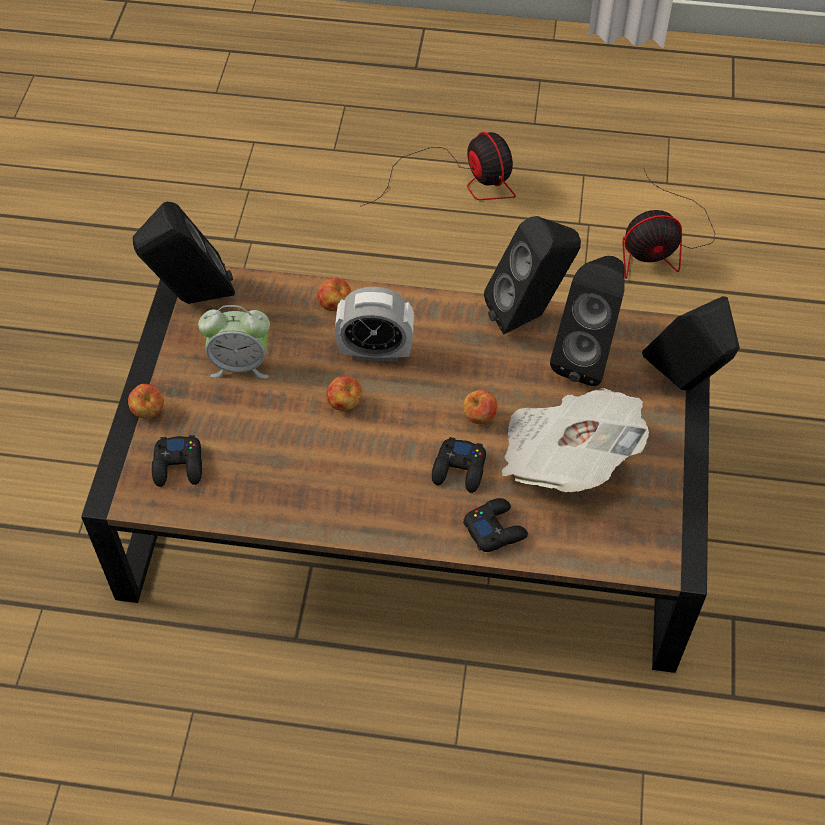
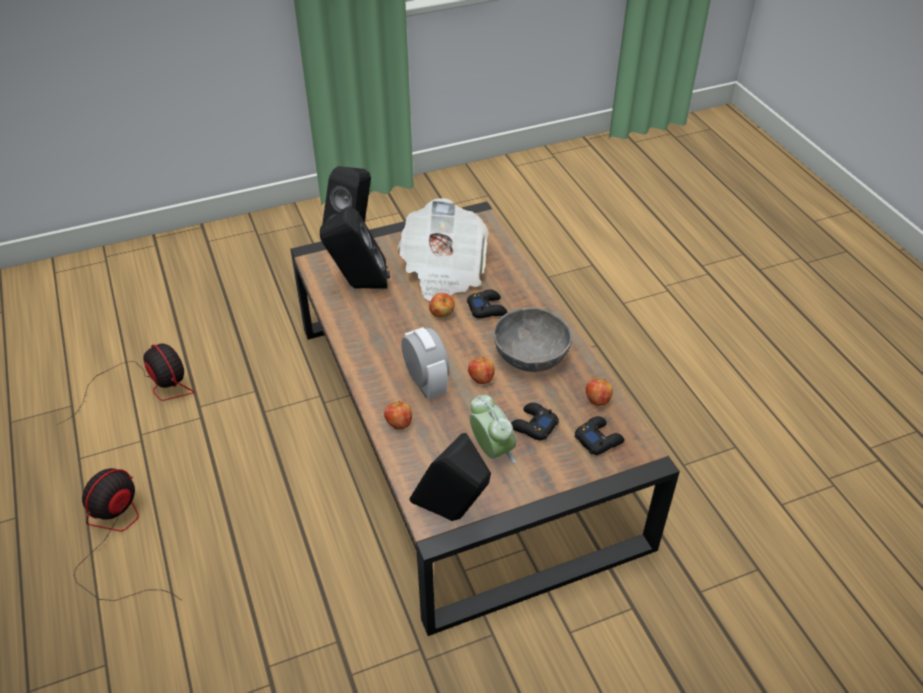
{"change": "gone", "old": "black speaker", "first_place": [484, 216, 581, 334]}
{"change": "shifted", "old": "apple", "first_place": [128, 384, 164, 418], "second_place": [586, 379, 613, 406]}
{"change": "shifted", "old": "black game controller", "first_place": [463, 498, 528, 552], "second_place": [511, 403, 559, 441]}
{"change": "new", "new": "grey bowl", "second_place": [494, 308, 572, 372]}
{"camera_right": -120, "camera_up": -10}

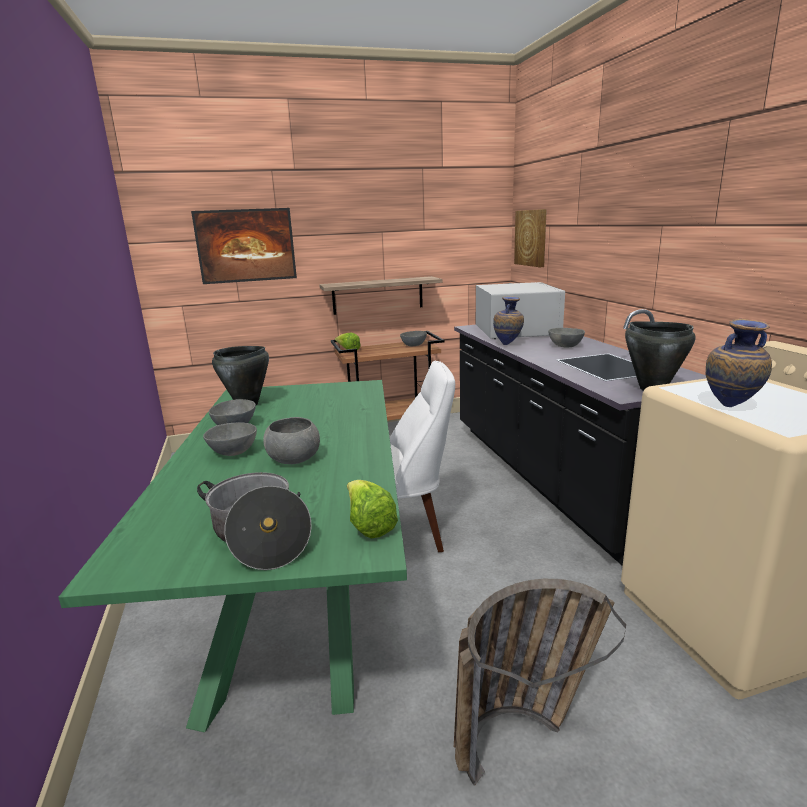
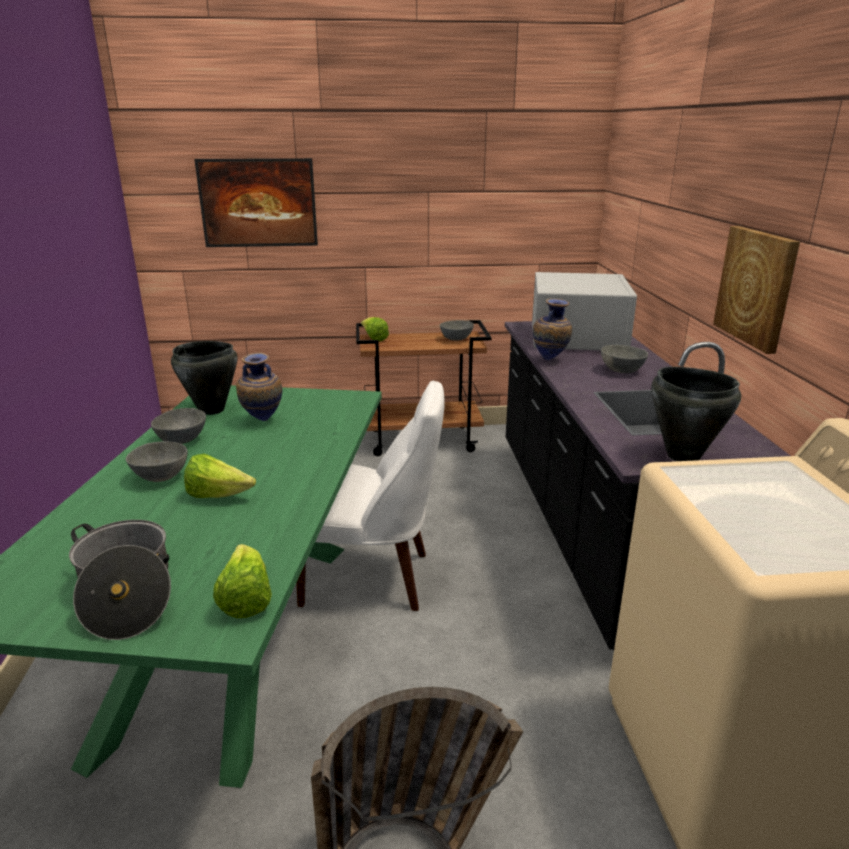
{"change": "shifted", "old": "picture", "first_place": [514, 209, 547, 267], "second_place": [713, 226, 800, 354]}
{"change": "gone", "old": "shelf", "first_place": [319, 276, 442, 315]}
{"change": "shifted", "old": "vase", "first_place": [706, 319, 772, 407], "second_place": [236, 352, 282, 421]}
{"change": "swapped", "old": "grey bowl", "new": "lettuce", "first_place": [263, 417, 320, 464], "second_place": [184, 454, 256, 498]}
{"camera_right": 10, "camera_up": 5}

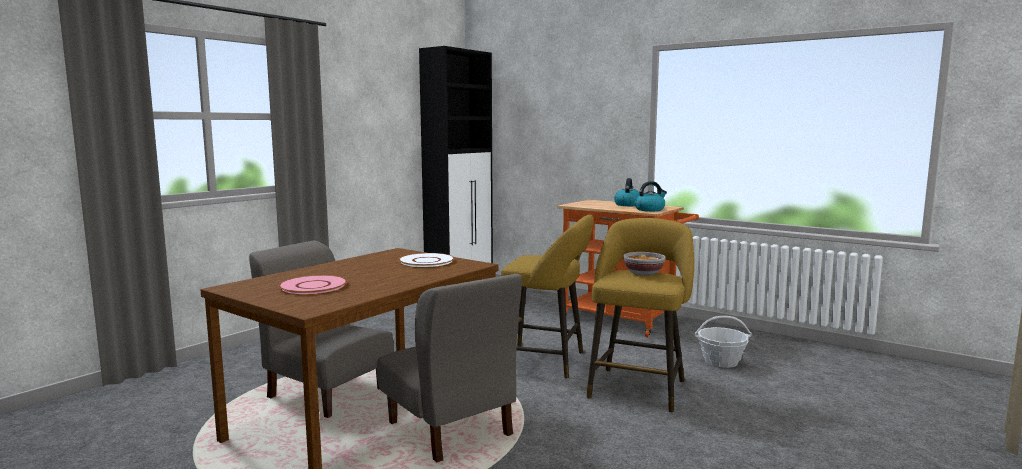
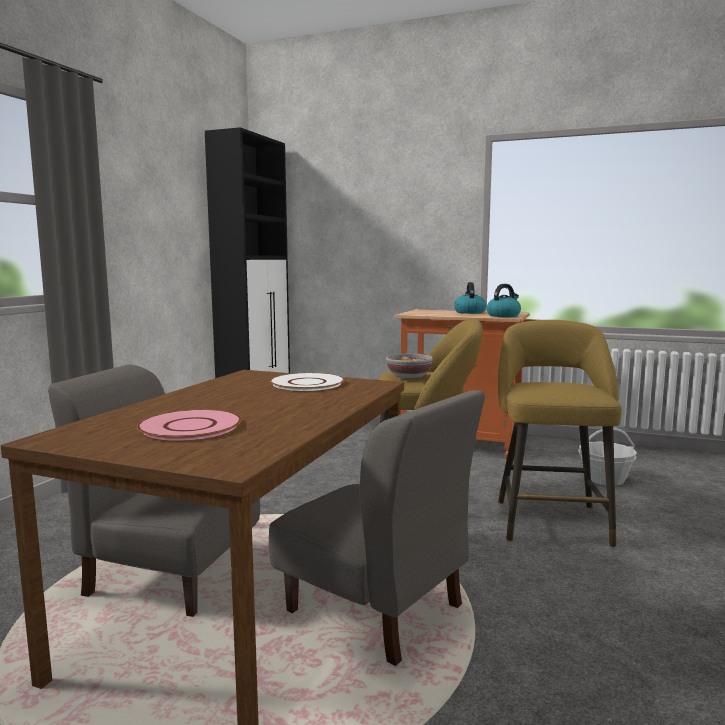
{"change": "shifted", "old": "bowl", "first_place": [623, 252, 666, 275], "second_place": [386, 354, 433, 379]}
{"camera_right": -15, "camera_up": 0}

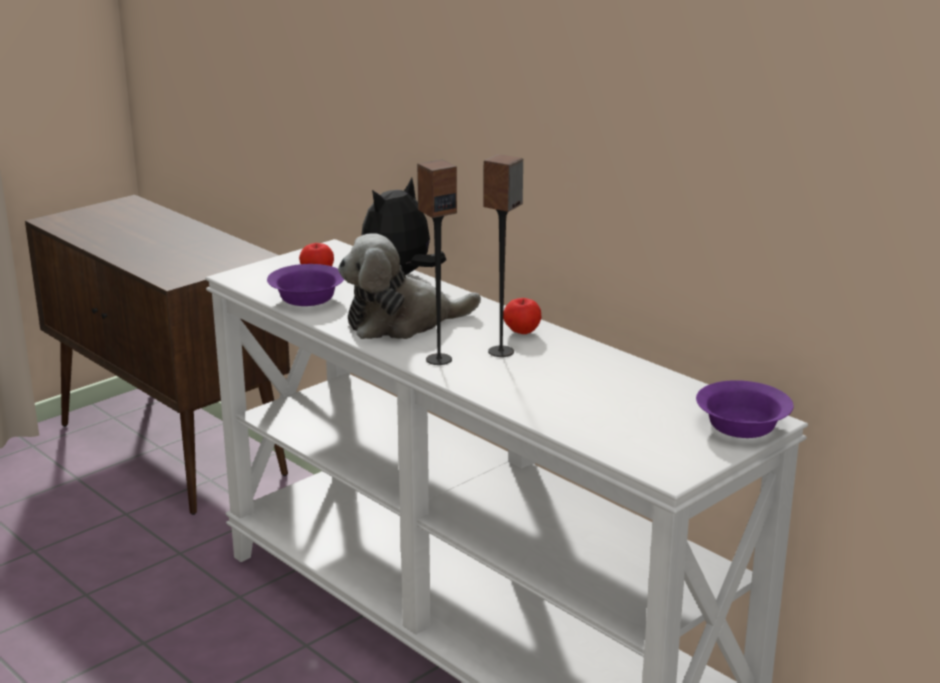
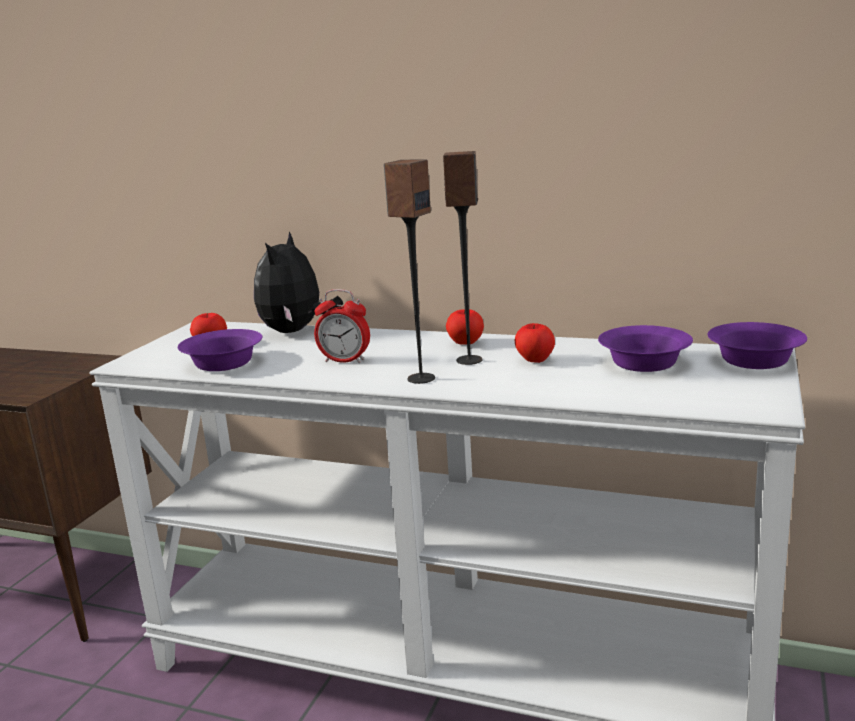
{"change": "swapped", "old": "plush toy", "new": "alarm clock", "first_place": [338, 233, 481, 339], "second_place": [314, 289, 370, 363]}
{"change": "new", "new": "apple", "second_place": [515, 323, 555, 363]}
{"change": "new", "new": "purple bowl", "second_place": [598, 325, 693, 372]}
{"camera_right": -25, "camera_up": -5}

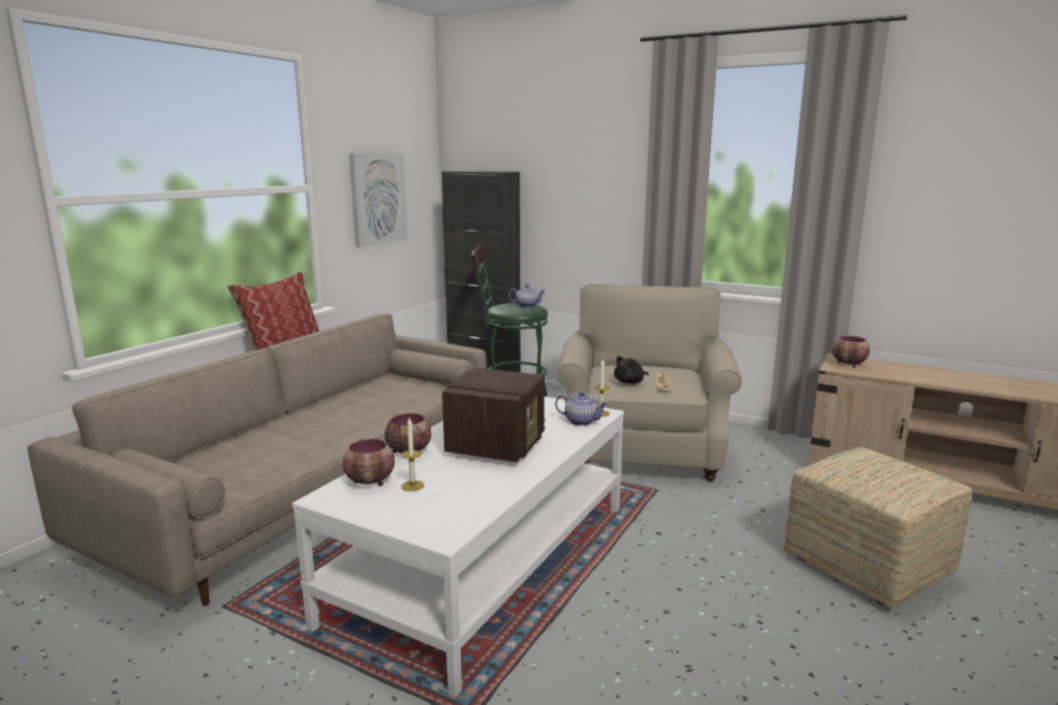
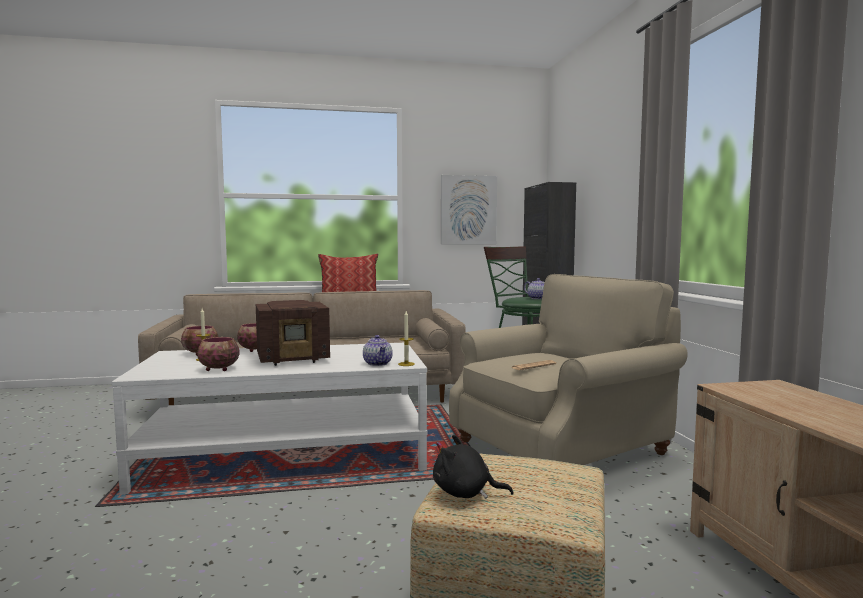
{"change": "shifted", "old": "bowl", "first_place": [832, 336, 870, 367], "second_place": [197, 337, 239, 371]}
{"change": "shifted", "old": "black plush toy", "first_place": [614, 356, 649, 383], "second_place": [433, 435, 514, 499]}
{"camera_right": 50, "camera_up": -10}

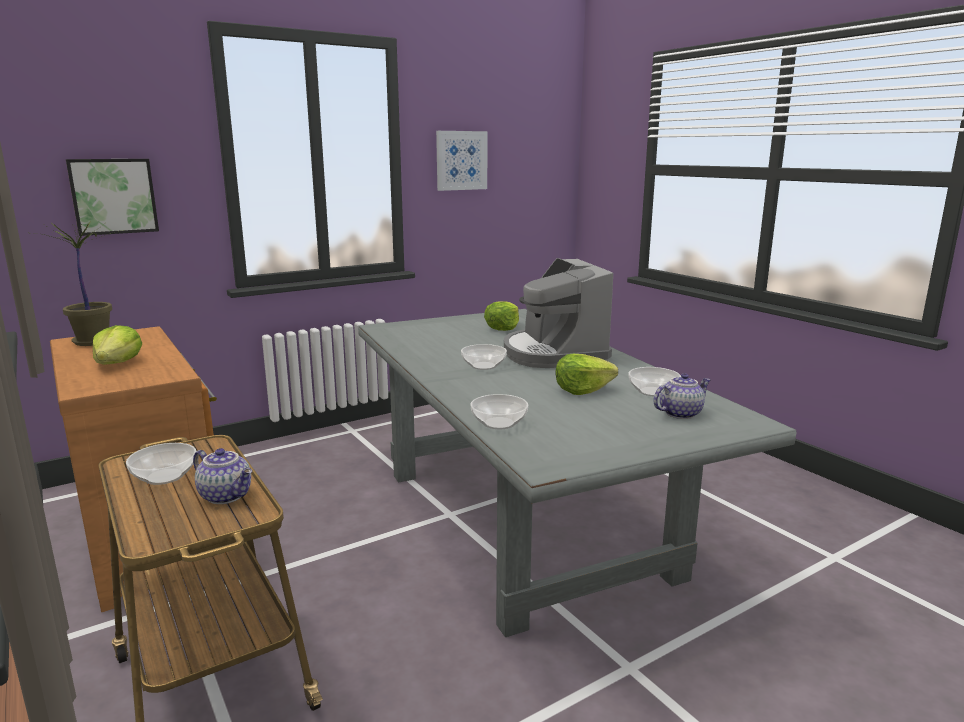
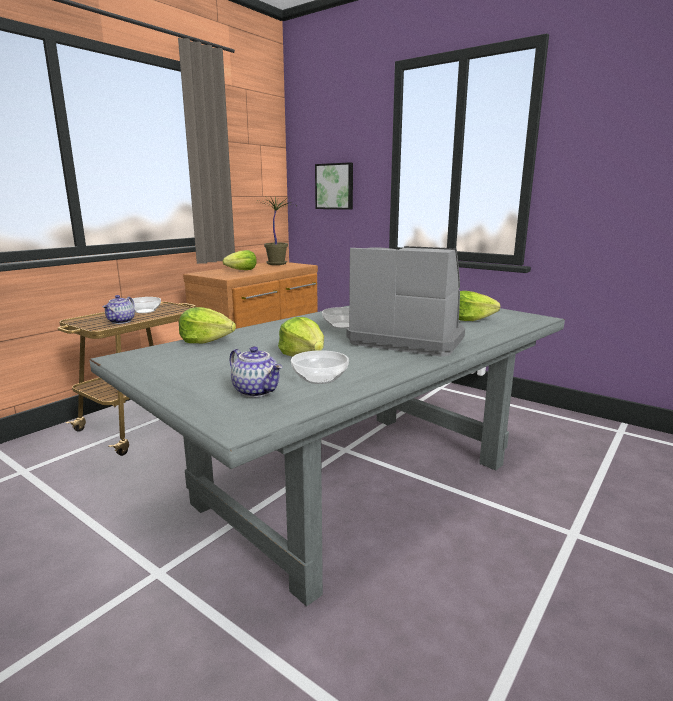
{"change": "gone", "old": "picture", "first_place": [436, 131, 487, 191]}
{"change": "rotated", "old": "coffee machine", "first_place": [504, 258, 613, 368], "second_place": [346, 246, 465, 357], "degrees": 60}
{"change": "swapped", "old": "bowl", "new": "lettuce", "first_place": [471, 394, 528, 429], "second_place": [179, 307, 236, 344]}
{"camera_right": 70, "camera_up": 0}

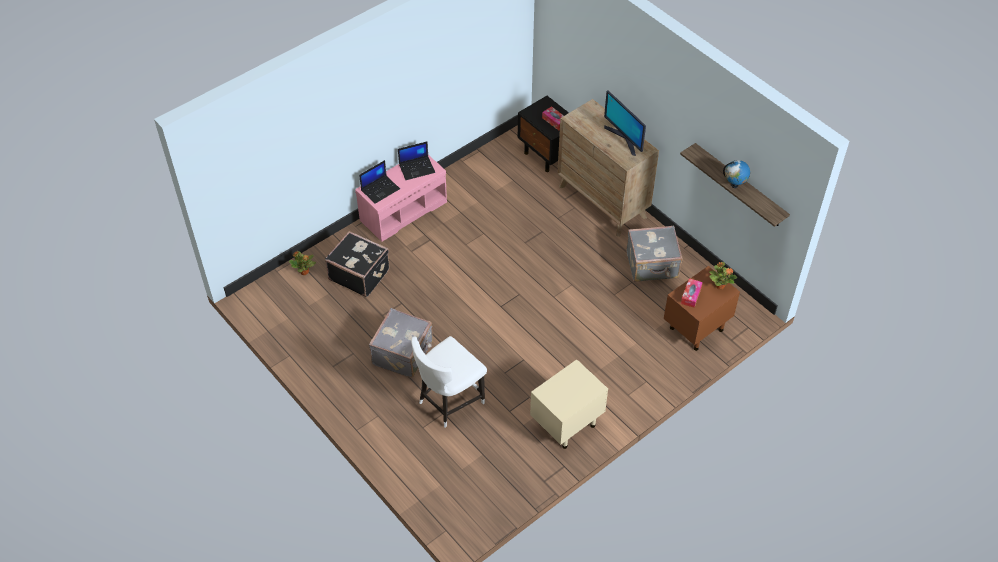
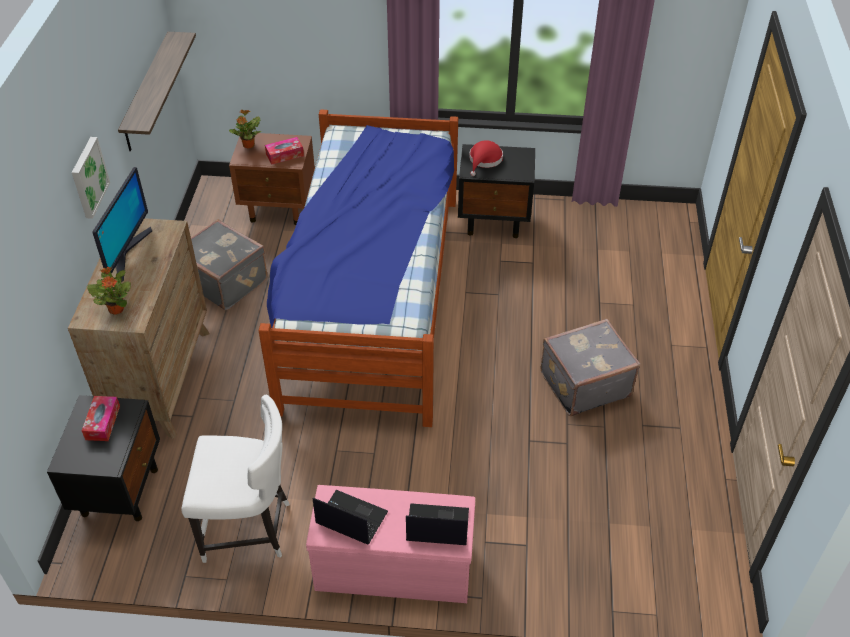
{"change": "gone", "old": "globe", "first_place": [723, 160, 750, 188]}
{"change": "gone", "old": "black suitcase", "first_place": [325, 231, 390, 297]}
{"change": "shifted", "old": "potted plant", "first_place": [289, 251, 316, 275], "second_place": [87, 267, 131, 314]}
{"change": "shifted", "old": "white chair", "first_place": [411, 336, 487, 428], "second_place": [181, 395, 290, 563]}
{"change": "repainted", "old": "beige nightstand", "new": "black nightstand", "first_place": [530, 359, 608, 449], "second_place": [458, 144, 535, 238]}
{"change": "new", "new": "bed", "second_place": [259, 109, 458, 427]}
{"change": "new", "new": "picture", "second_place": [72, 137, 110, 219]}
{"change": "new", "new": "red hat", "second_place": [469, 140, 503, 176]}
{"camera_right": -135, "camera_up": -5}

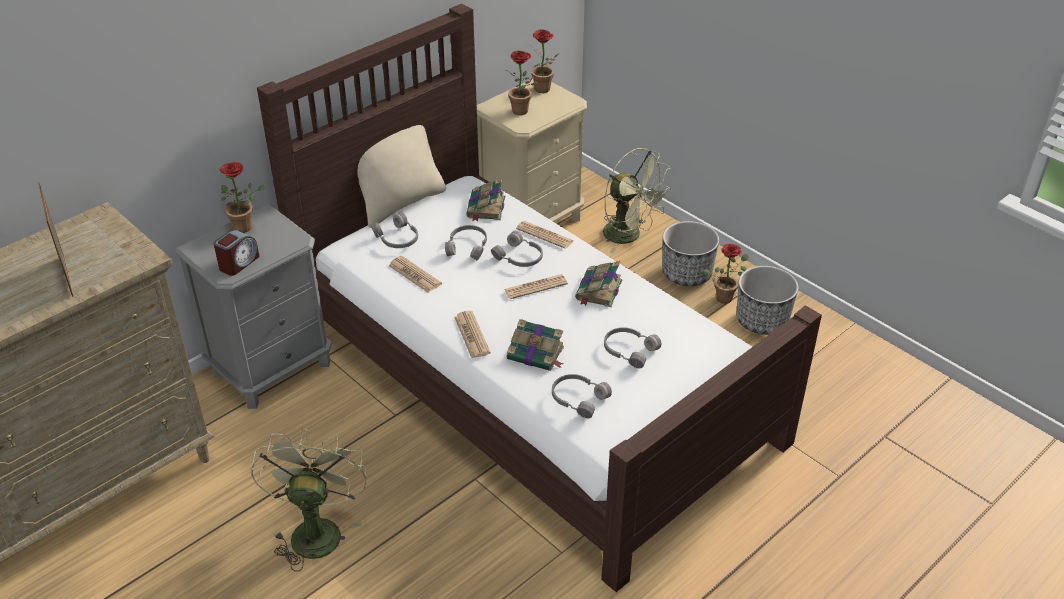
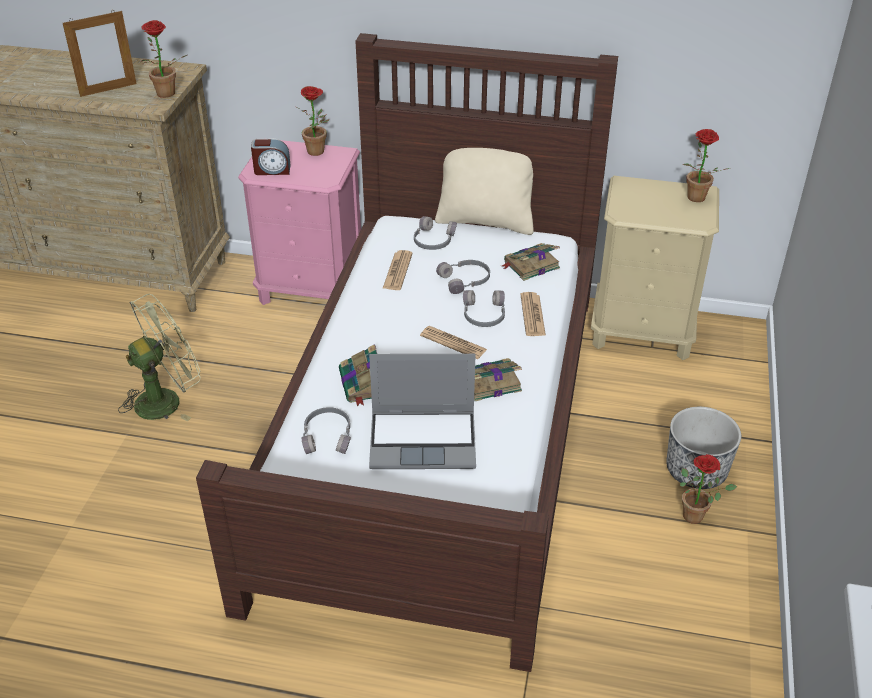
{"change": "shifted", "old": "potted plant", "first_place": [506, 51, 538, 115], "second_place": [141, 20, 187, 98]}
{"change": "gone", "old": "green fan", "first_place": [603, 148, 672, 254]}
{"change": "rotated", "old": "picture frame", "first_place": [38, 182, 73, 297], "second_place": [63, 10, 137, 97], "degrees": -150}
{"change": "repainted", "old": "grey nightstand", "new": "pink nightstand", "first_place": [175, 204, 332, 409], "second_place": [238, 138, 361, 305]}
{"change": "gone", "old": "planter", "first_place": [736, 266, 798, 335]}
{"change": "gone", "old": "newspaper", "first_place": [454, 311, 491, 358]}
{"change": "swapped", "old": "grey headphones", "new": "laptop", "first_place": [604, 327, 661, 368], "second_place": [369, 354, 476, 469]}
{"camera_right": 55, "camera_up": 0}

